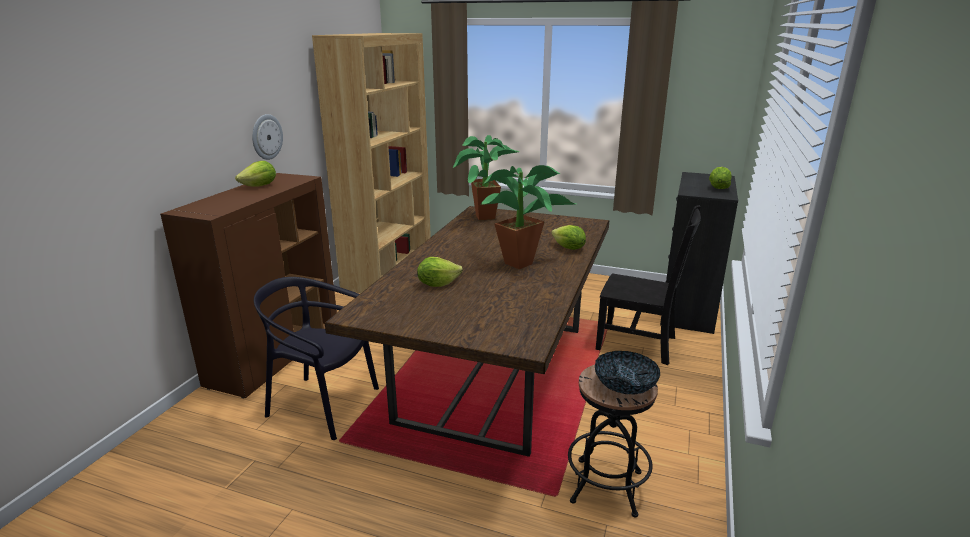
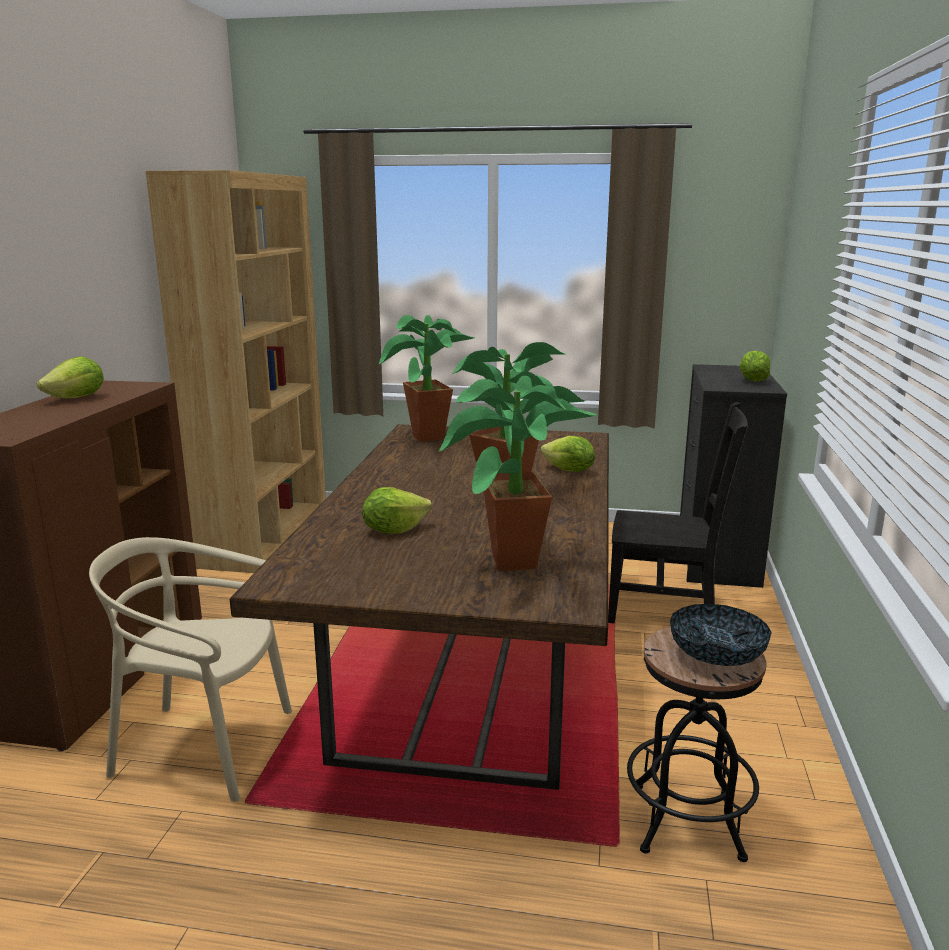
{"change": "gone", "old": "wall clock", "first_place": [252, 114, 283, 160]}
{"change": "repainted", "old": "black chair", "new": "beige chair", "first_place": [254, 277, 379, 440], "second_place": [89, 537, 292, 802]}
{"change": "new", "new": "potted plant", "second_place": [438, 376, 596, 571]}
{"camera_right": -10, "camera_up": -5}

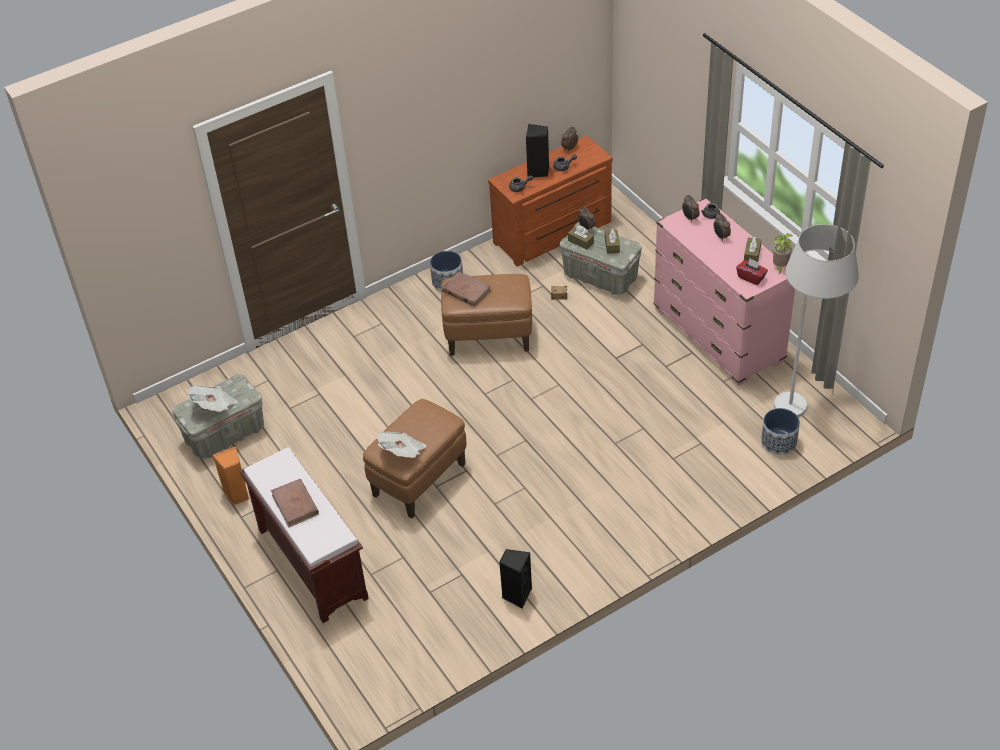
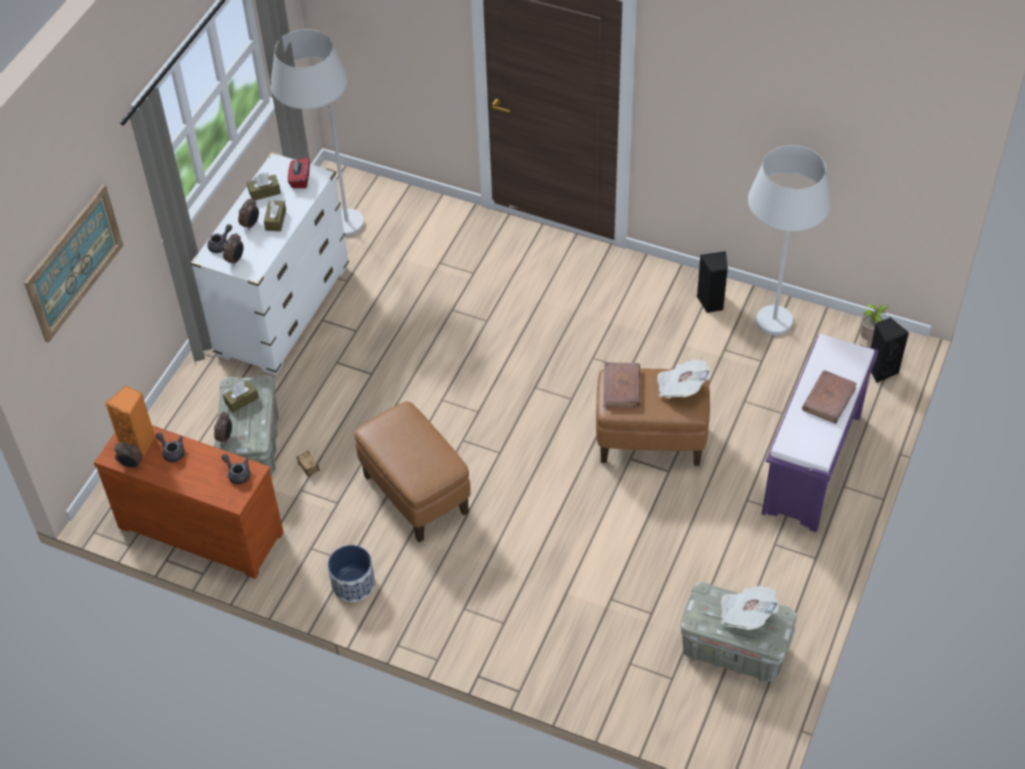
{"change": "shifted", "old": "black speaker", "first_place": [526, 124, 549, 177], "second_place": [871, 317, 909, 383]}
{"change": "repainted", "old": "pink dresser", "new": "white dresser", "first_place": [653, 197, 795, 386], "second_place": [191, 152, 349, 375]}
{"change": "shifted", "old": "brown tissue box", "first_place": [568, 226, 594, 250], "second_place": [264, 200, 286, 231]}
{"change": "shifted", "old": "potted plant", "first_place": [773, 233, 793, 274], "second_place": [860, 304, 888, 341]}
{"change": "shifted", "old": "brown book", "first_place": [442, 271, 491, 307], "second_place": [604, 363, 640, 407]}
{"change": "gone", "old": "planter", "first_place": [761, 408, 800, 455]}
{"change": "shifted", "old": "orange speaker", "first_place": [213, 447, 249, 506], "second_place": [105, 386, 155, 457]}
{"change": "repainted", "old": "brown bench", "new": "purple bench", "first_place": [240, 447, 369, 623], "second_place": [762, 334, 878, 532]}
{"change": "new", "new": "white floor lamp", "second_place": [748, 145, 831, 335]}
{"change": "new", "new": "picture", "second_place": [24, 185, 123, 343]}
{"camera_right": -125, "camera_up": 5}

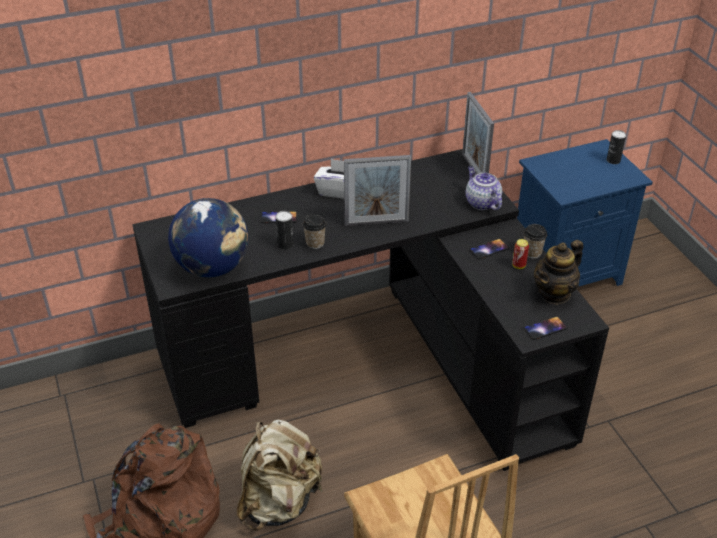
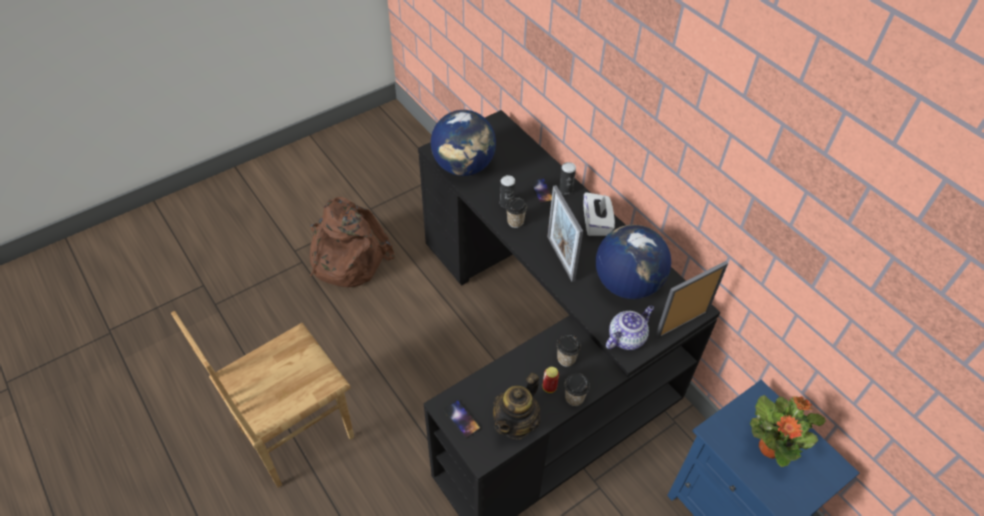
{"change": "shifted", "old": "can", "first_place": [607, 130, 626, 164], "second_place": [559, 162, 576, 195]}
{"change": "swapped", "old": "phone", "new": "cup", "first_place": [470, 239, 509, 259], "second_place": [557, 334, 581, 367]}
{"change": "rotated", "old": "teapot", "first_place": [534, 240, 583, 305], "second_place": [493, 373, 540, 439], "degrees": -90}
{"change": "gone", "old": "beige backpack", "first_place": [237, 419, 322, 531]}
{"change": "new", "new": "globe", "second_place": [596, 225, 671, 299]}
{"change": "new", "new": "potted plant", "second_place": [750, 395, 826, 467]}
{"camera_right": 75, "camera_up": 10}

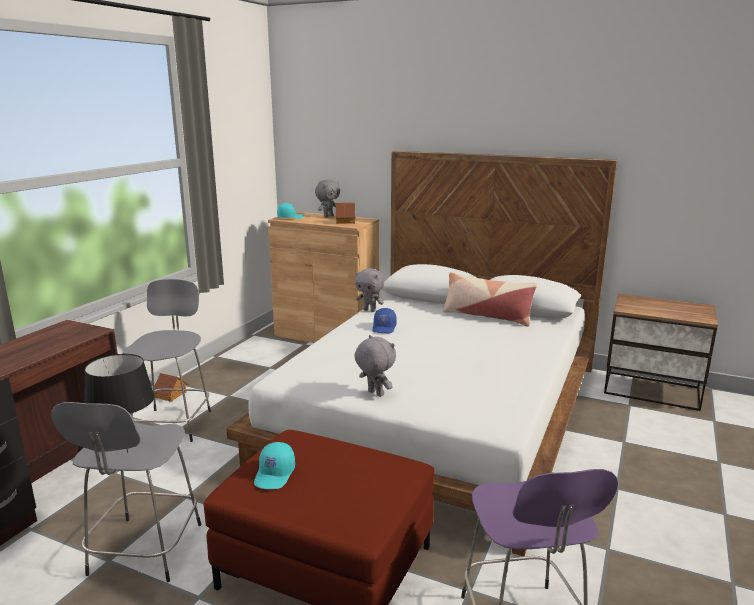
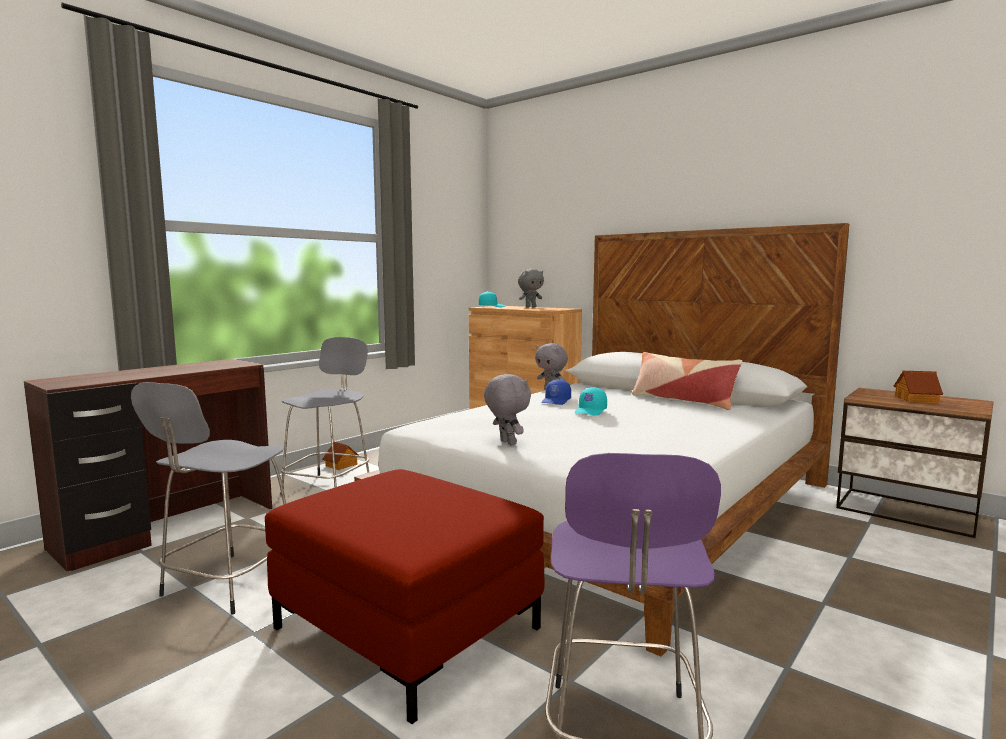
{"change": "shifted", "old": "toy house", "first_place": [335, 203, 355, 224], "second_place": [894, 371, 943, 403]}
{"change": "gone", "old": "black table lamp", "first_place": [84, 354, 155, 453]}
{"change": "shifted", "old": "turquoise cap", "first_place": [254, 442, 295, 489], "second_place": [575, 387, 607, 416]}
{"camera_right": 15, "camera_up": -10}

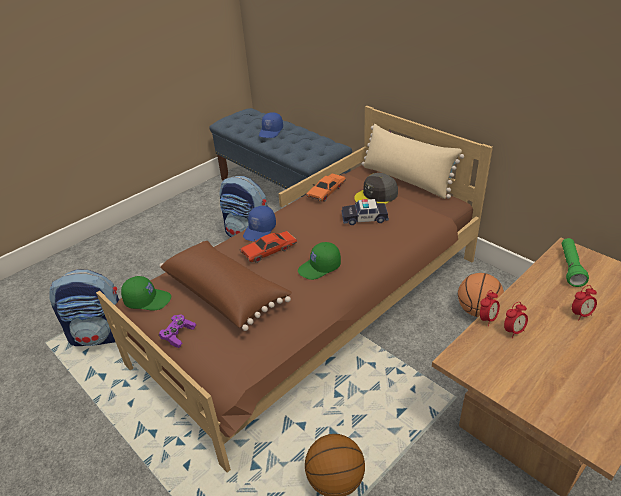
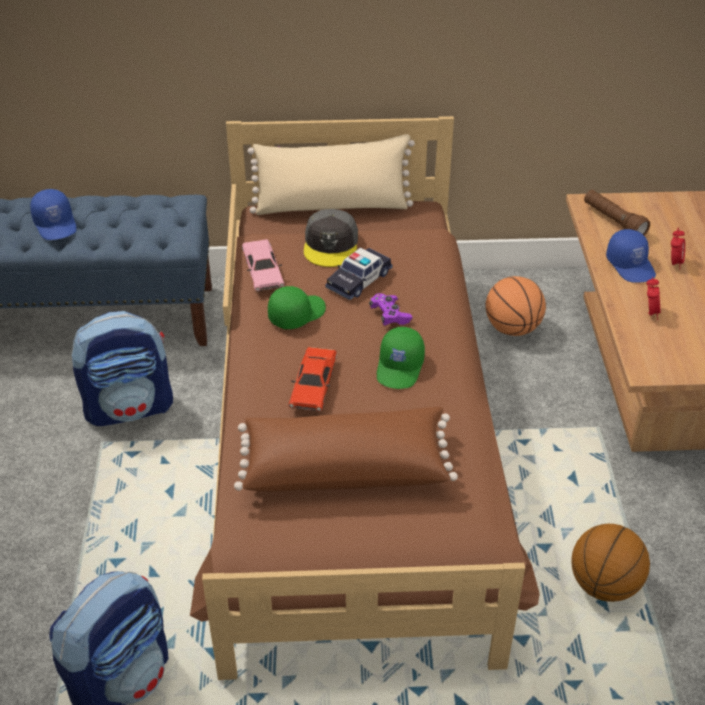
{"change": "repainted", "old": "orange toy car", "new": "pink toy car", "first_place": [306, 173, 346, 202], "second_place": [242, 239, 285, 292]}
{"change": "shifted", "old": "blue cap", "first_place": [243, 206, 276, 241], "second_place": [606, 229, 656, 282]}
{"change": "repainted", "old": "green flashlight", "new": "brown flashlight", "first_place": [562, 238, 589, 287], "second_place": [584, 190, 650, 236]}
{"change": "shifted", "old": "green cap", "first_place": [121, 276, 171, 311], "second_place": [268, 286, 326, 329]}
{"change": "gone", "old": "alarm clock", "first_place": [480, 290, 500, 326]}
{"change": "shifted", "old": "purple game controller", "first_place": [159, 314, 196, 348], "second_place": [369, 293, 412, 326]}
{"camera_right": -50, "camera_up": 5}

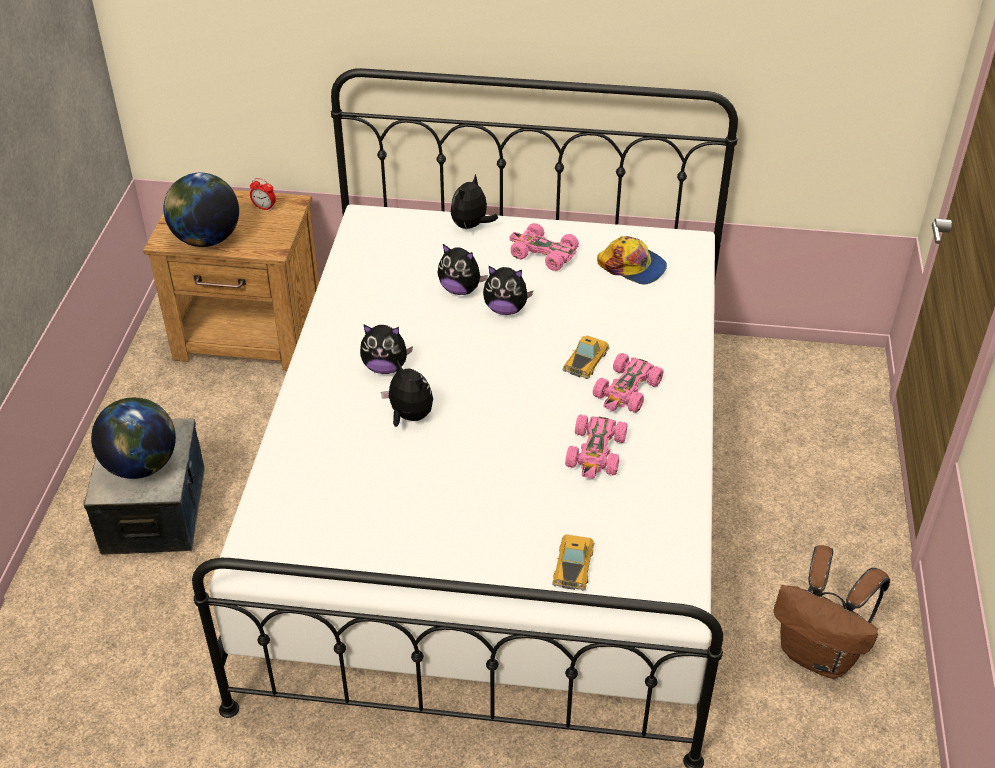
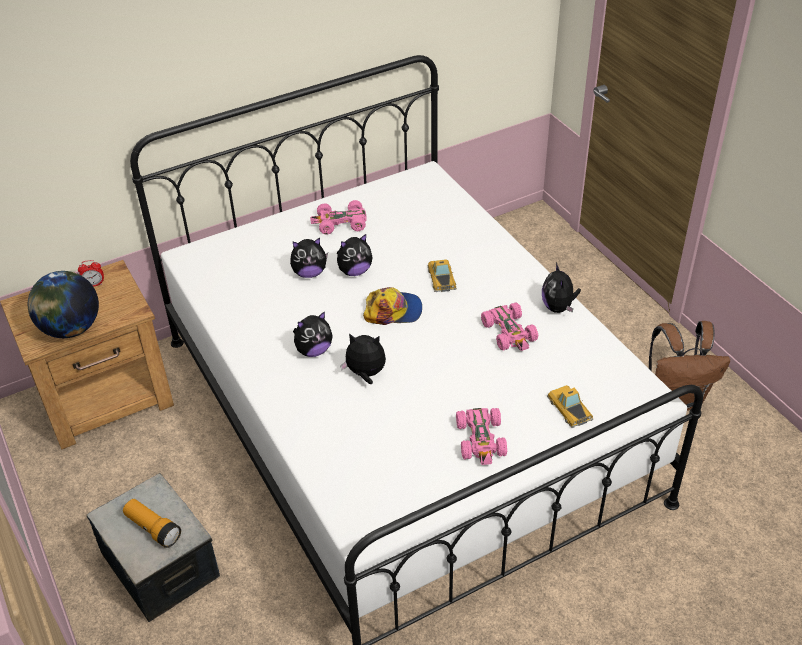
{"change": "shifted", "old": "plush toy", "first_place": [451, 174, 498, 229], "second_place": [542, 263, 581, 313]}
{"change": "shifted", "old": "cap", "first_place": [597, 236, 667, 285], "second_place": [363, 287, 422, 325]}
{"change": "shifted", "old": "pink toy car", "first_place": [593, 353, 664, 413], "second_place": [456, 408, 507, 465]}
{"change": "swapped", "old": "globe", "new": "flashlight", "first_place": [91, 397, 176, 479], "second_place": [123, 499, 181, 548]}
{"camera_right": -35, "camera_up": 0}

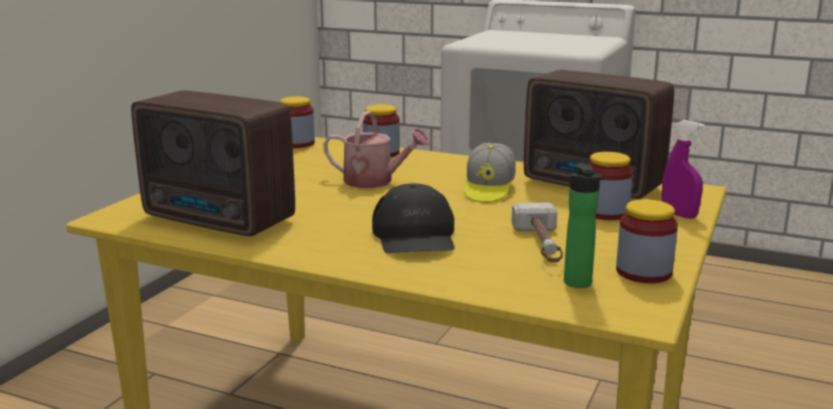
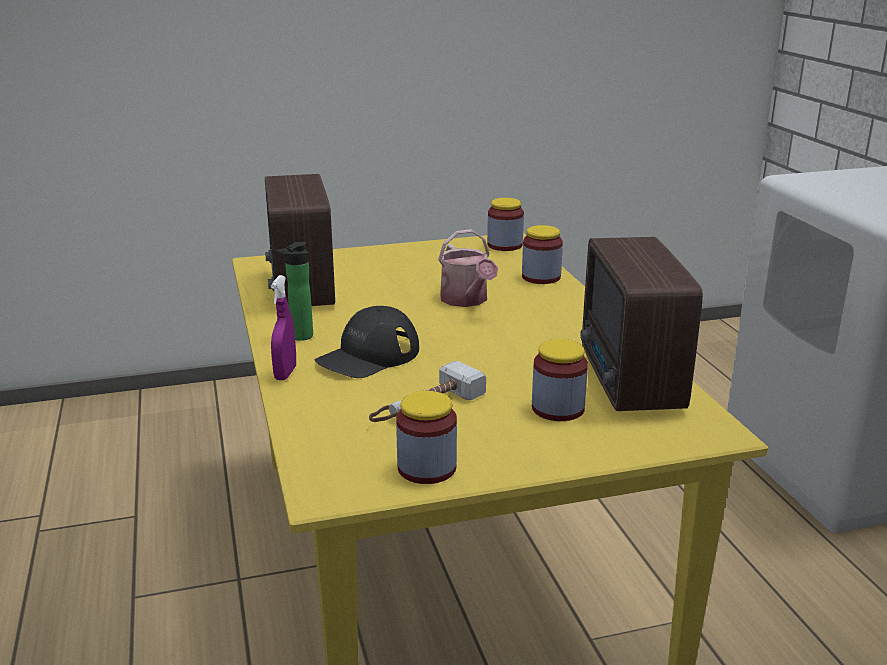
{"change": "shifted", "old": "purple spray bottle", "first_place": [662, 120, 705, 219], "second_place": [271, 275, 296, 380]}
{"change": "gone", "old": "cap", "first_place": [464, 143, 516, 203]}
{"change": "shifted", "old": "bottle", "first_place": [564, 163, 603, 288], "second_place": [276, 242, 313, 341]}
{"camera_right": 50, "camera_up": 5}

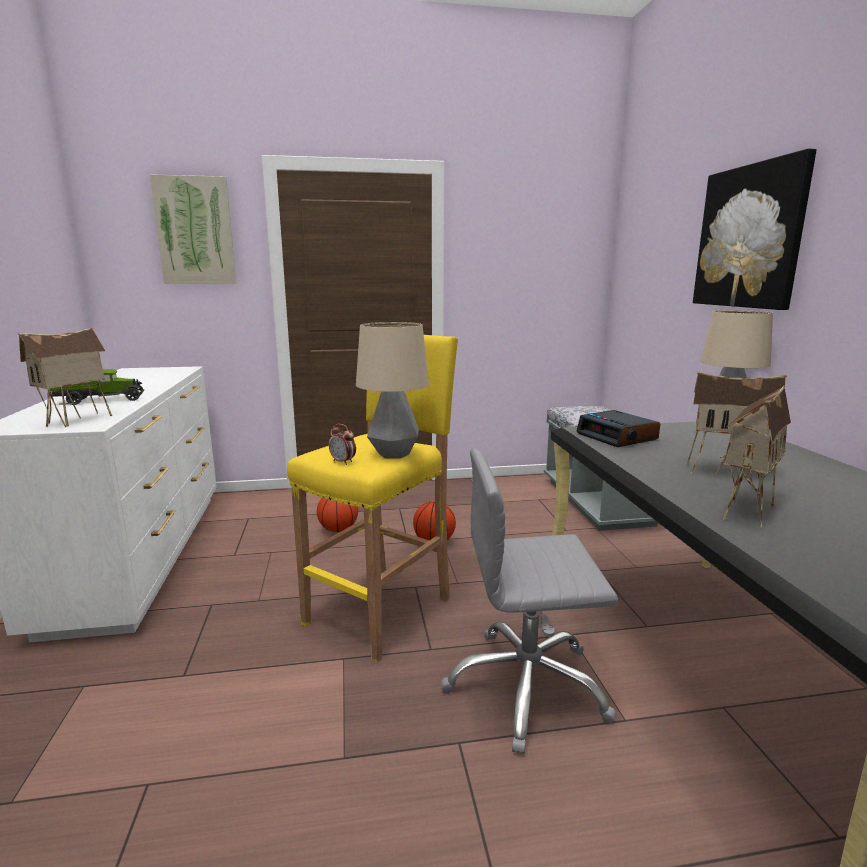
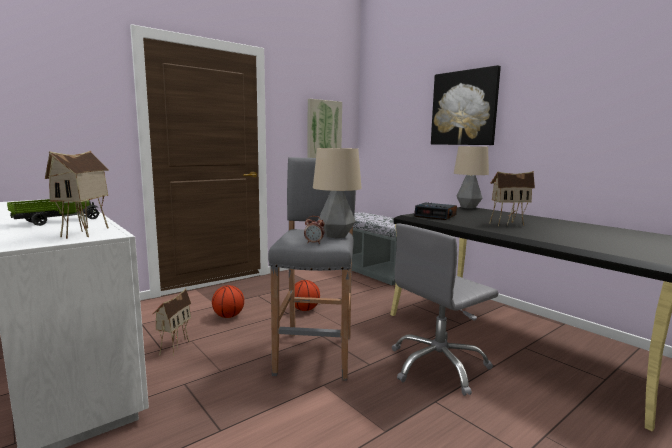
{"change": "shifted", "old": "picture", "first_place": [150, 174, 237, 283], "second_place": [308, 99, 342, 158]}
{"change": "repainted", "old": "yellow stool", "new": "grey stool", "first_place": [287, 335, 458, 663], "second_place": [268, 157, 356, 381]}
{"change": "shifted", "old": "toy house", "first_place": [723, 385, 791, 529], "second_place": [152, 289, 191, 356]}
{"camera_right": -30, "camera_up": -5}

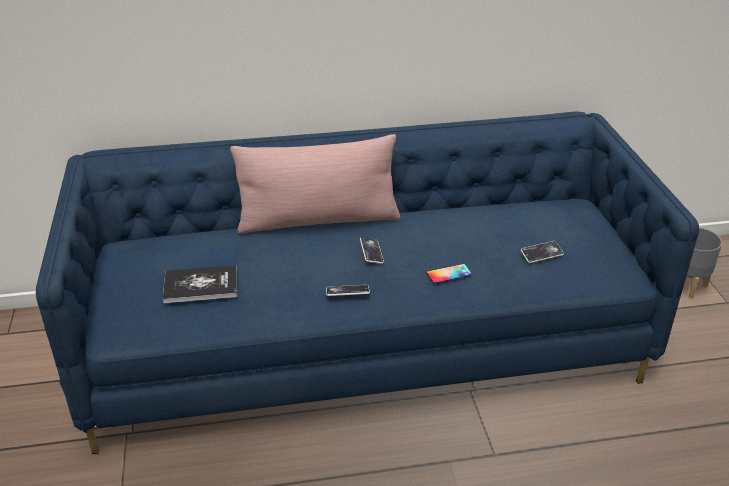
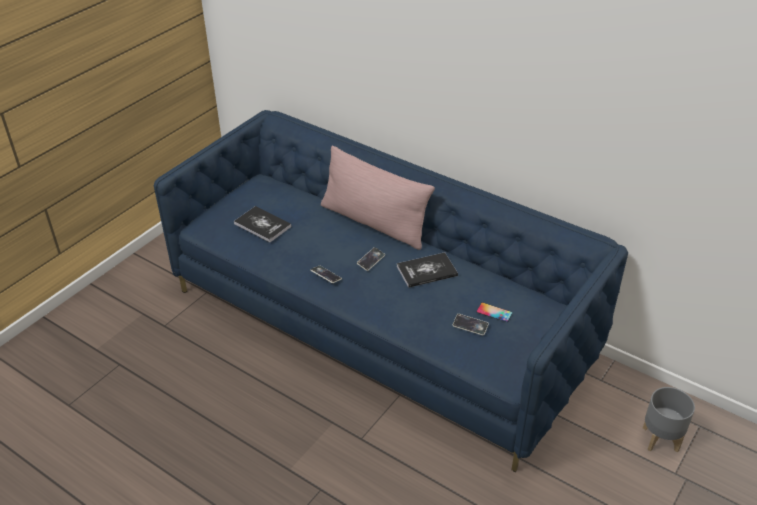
{"change": "shifted", "old": "phone", "first_place": [427, 264, 472, 283], "second_place": [477, 302, 513, 322]}
{"change": "new", "new": "book", "second_place": [397, 252, 458, 288]}
{"camera_right": 45, "camera_up": 5}

